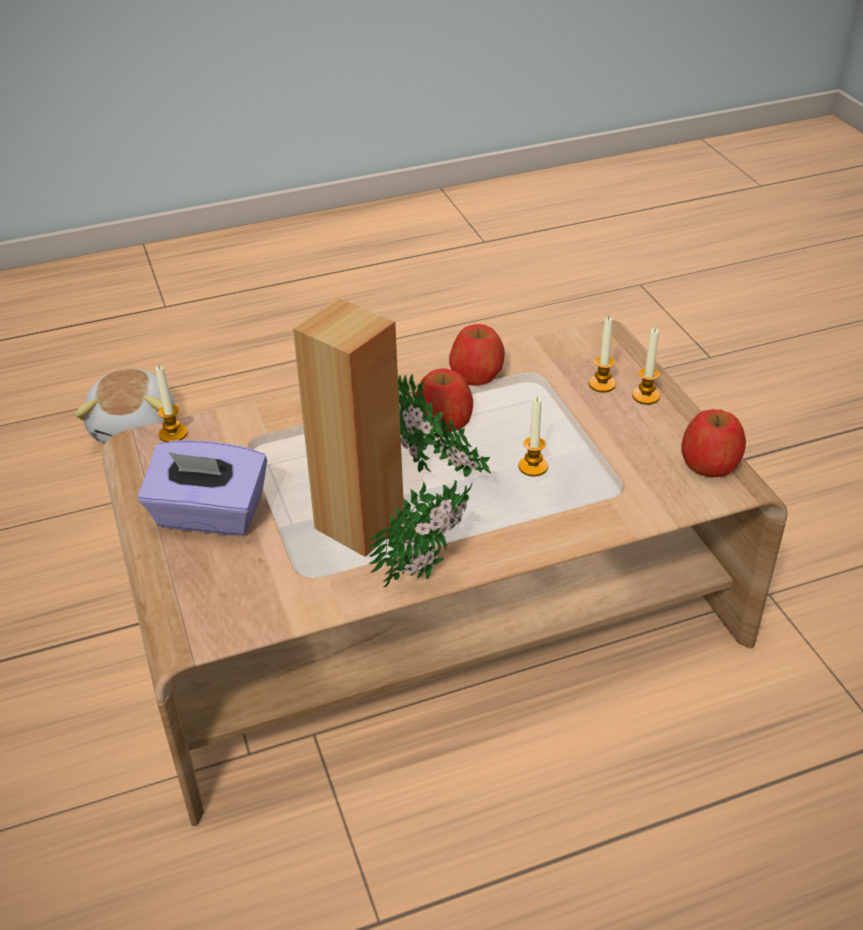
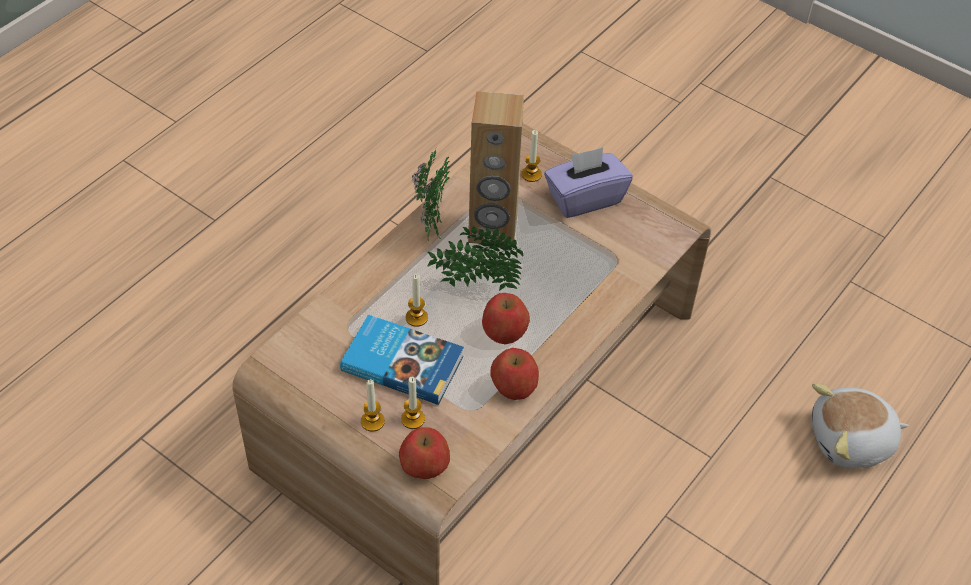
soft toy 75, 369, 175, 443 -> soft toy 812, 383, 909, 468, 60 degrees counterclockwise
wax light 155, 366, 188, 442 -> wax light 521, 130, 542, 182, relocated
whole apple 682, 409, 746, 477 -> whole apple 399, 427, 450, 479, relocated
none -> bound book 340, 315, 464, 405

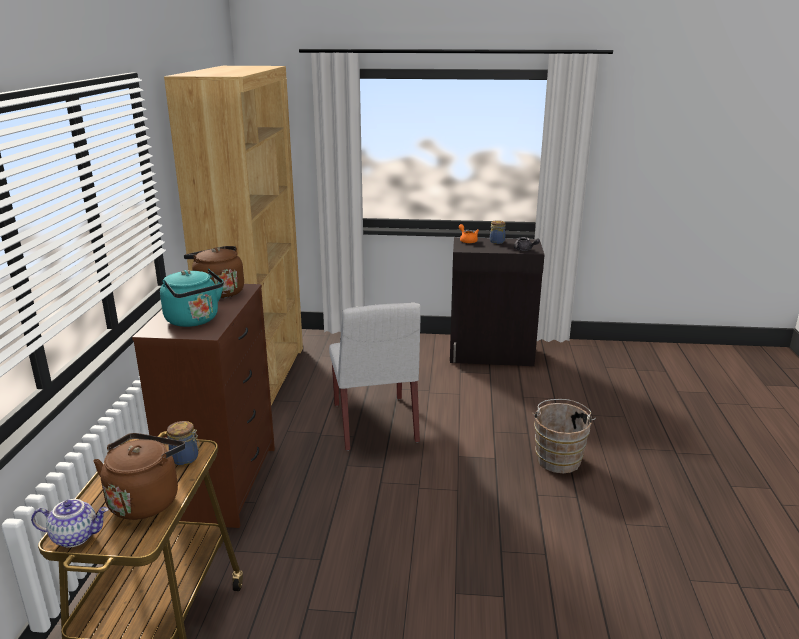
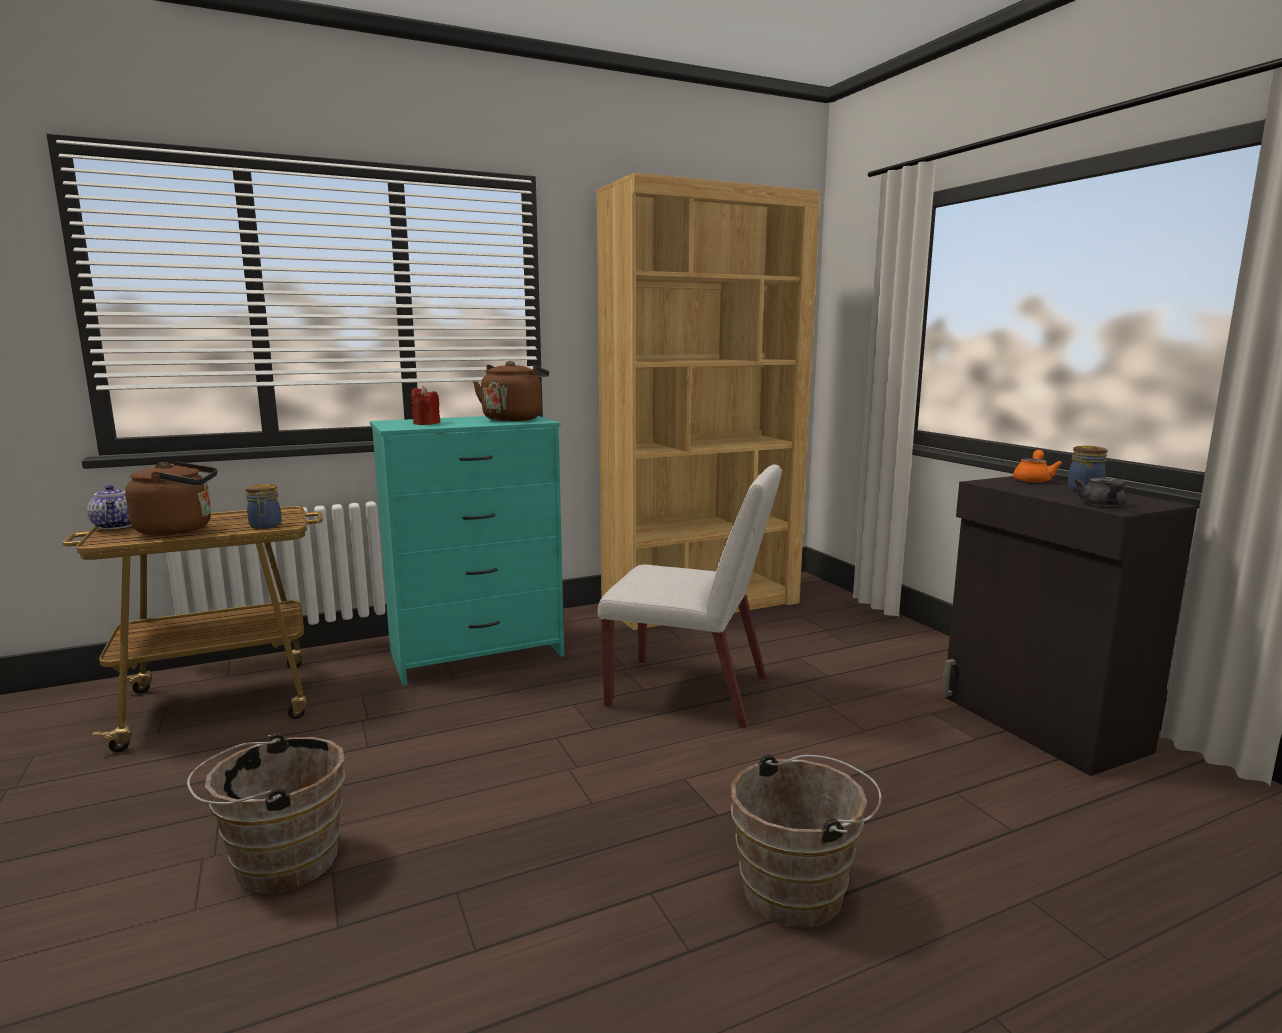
brown-coloured dresser 132, 284, 275, 528 -> turquoise-coloured dresser 370, 416, 564, 685
turquoise-coloured kettle 160, 269, 224, 327 -> red-coloured wax light 411, 386, 440, 425
whitish plain chair 329, 303, 421, 451 -> whitish plain chair 597, 465, 782, 729, 120 degrees counterclockwise
none -> brown-coloured bucket 187, 733, 345, 894

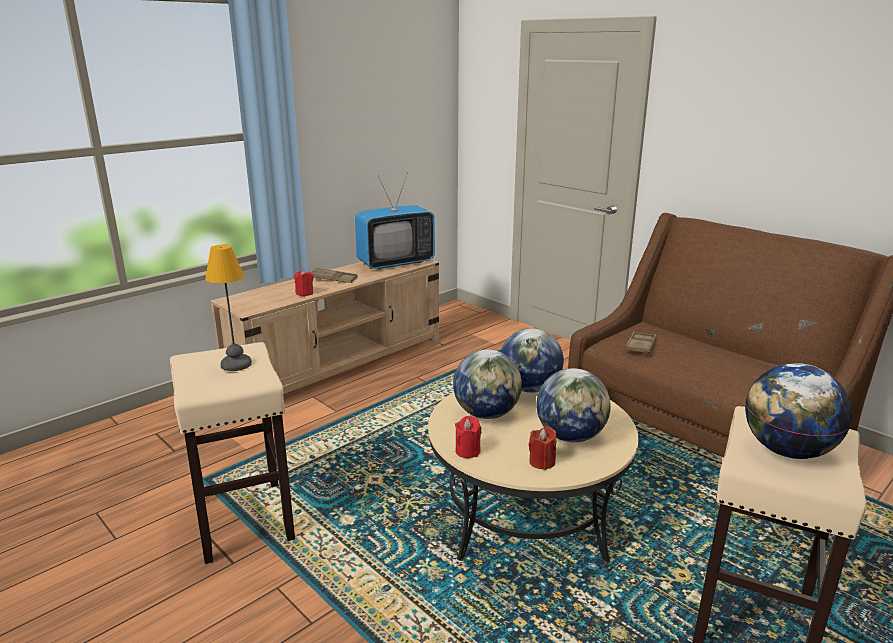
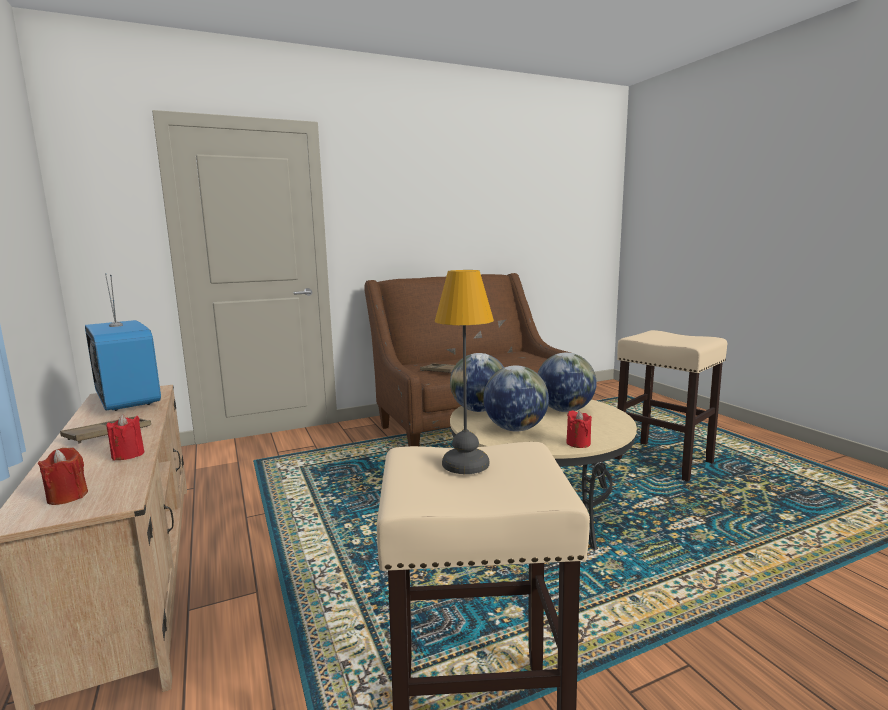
TV 355, 174, 435, 269 -> TV 85, 273, 161, 411, 150 degrees clockwise
red-coloured wax light 529, 427, 556, 470 -> red-coloured wax light 38, 448, 88, 505, relocated
desk globe 745, 363, 852, 459 -> none

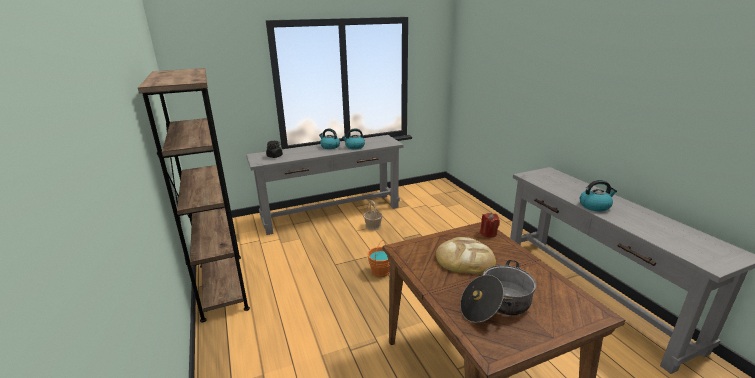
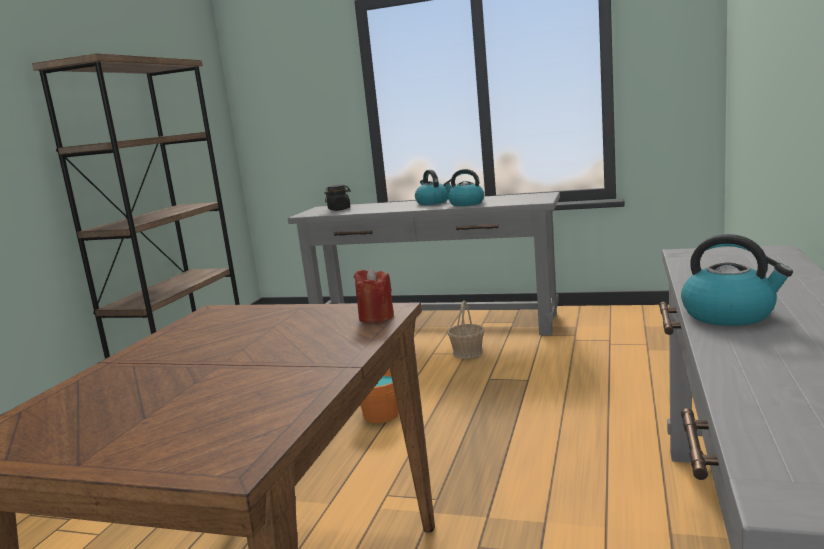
bread 436, 237, 496, 274 -> none
saucepot 460, 260, 536, 323 -> none

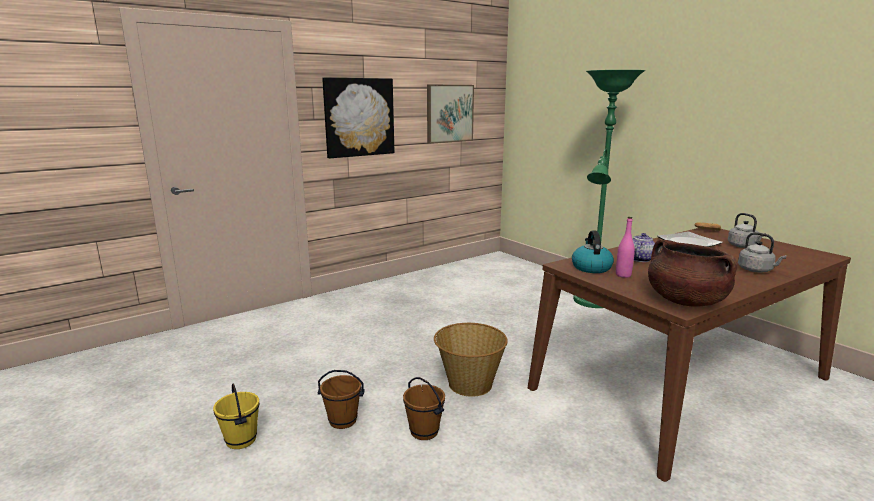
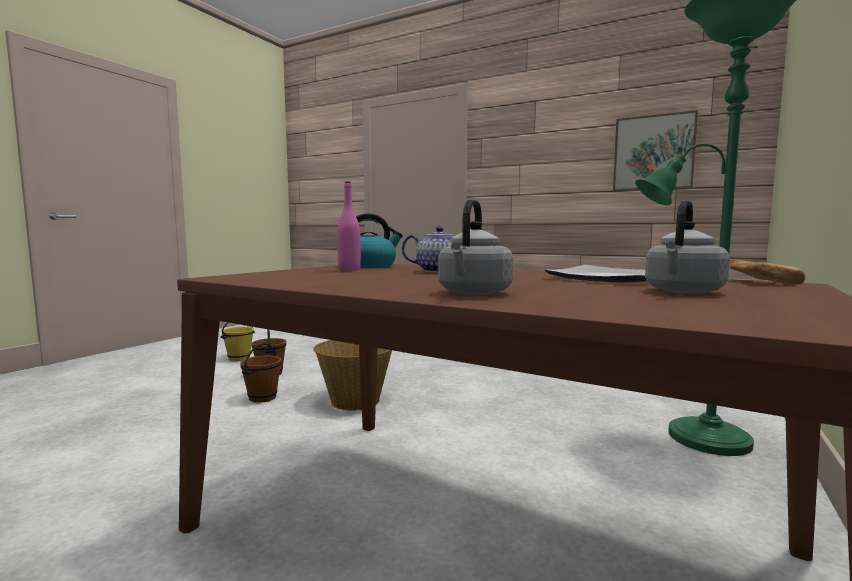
wall art 322, 77, 394, 158 -> none
brown-coloured saucepot 648, 239, 737, 307 -> none

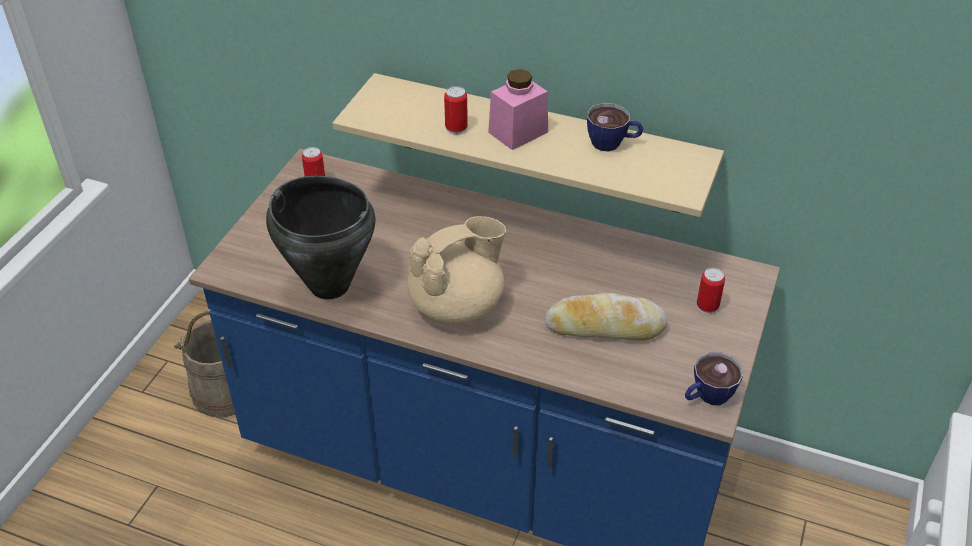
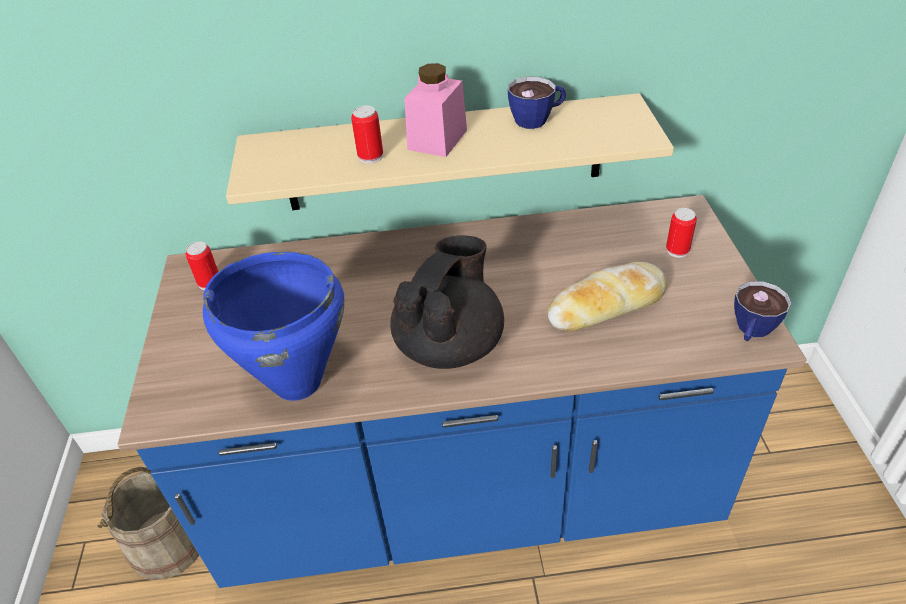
blackish saucepot 266, 176, 375, 299 -> blue-coloured saucepot 203, 251, 344, 401
beige teapot 407, 216, 506, 323 -> blackish teapot 391, 236, 504, 369

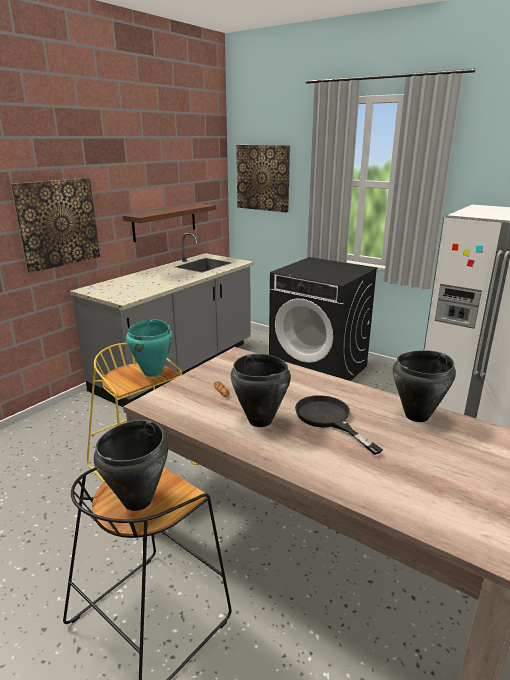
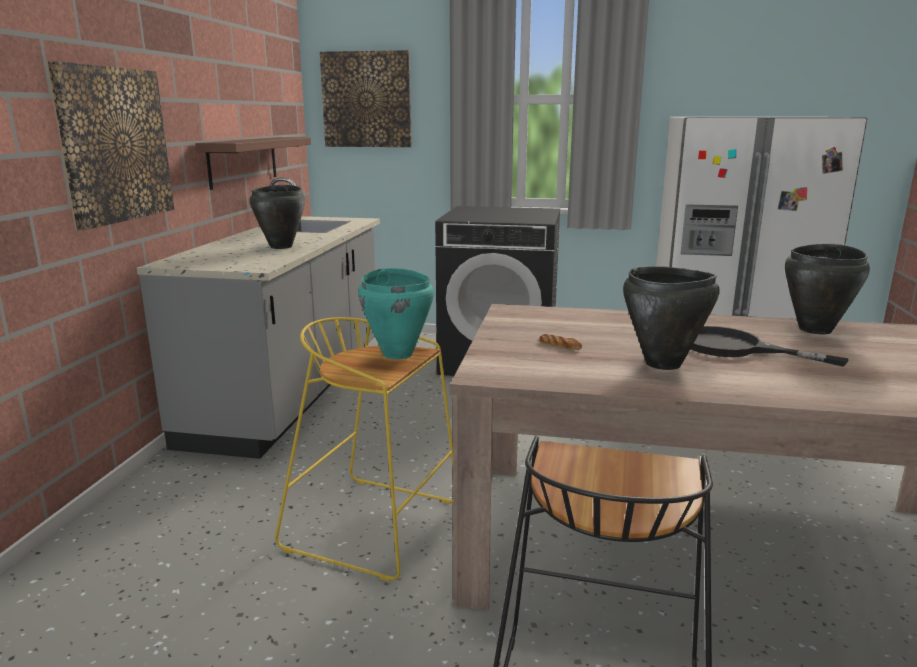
blackish saucepot 94, 420, 168, 511 -> blackish saucepot 250, 185, 305, 249, relocated

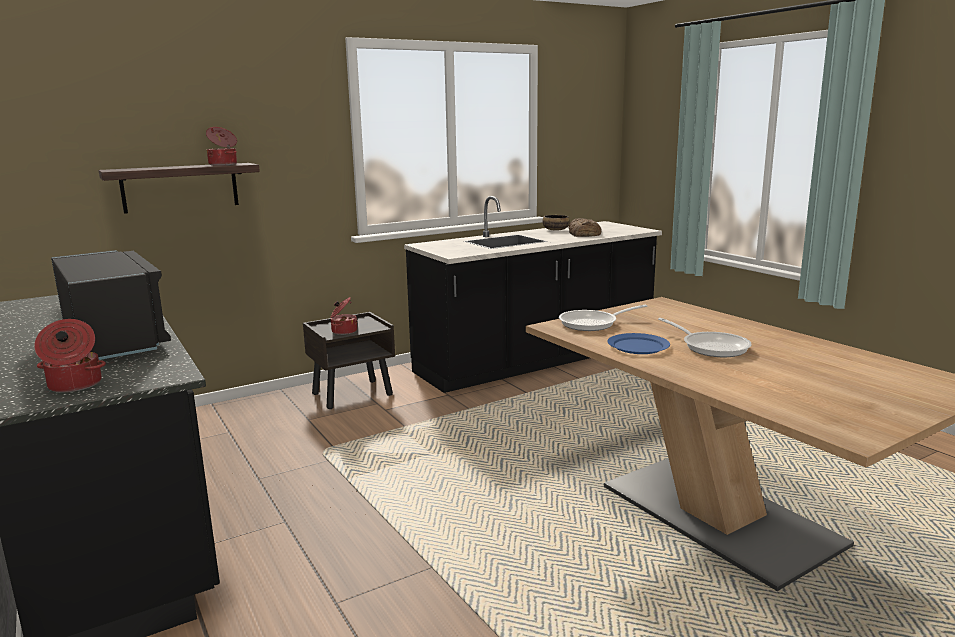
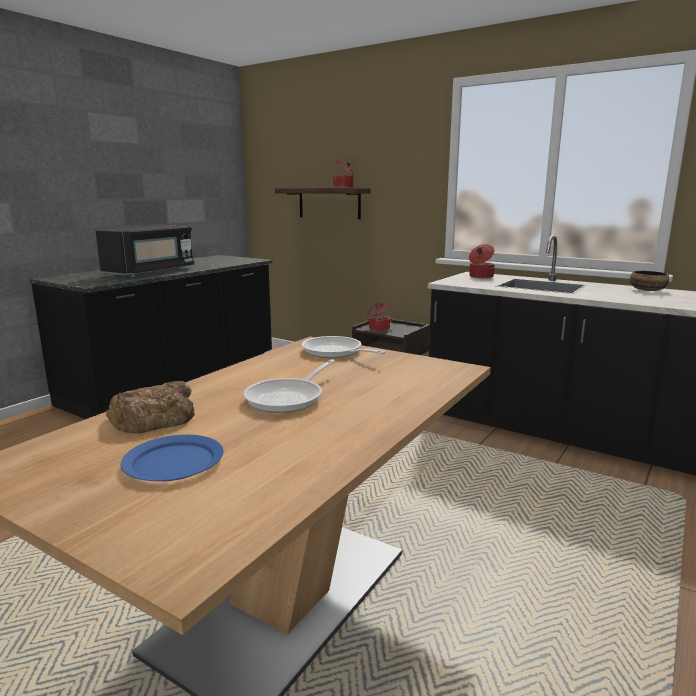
saucepot 34, 319, 106, 393 -> saucepot 469, 244, 495, 279, relocated
bread 568, 218, 601, 237 -> bread 106, 381, 195, 433, relocated
blue-coloured plate 607, 333, 670, 354 -> blue-coloured plate 121, 435, 223, 481, relocated

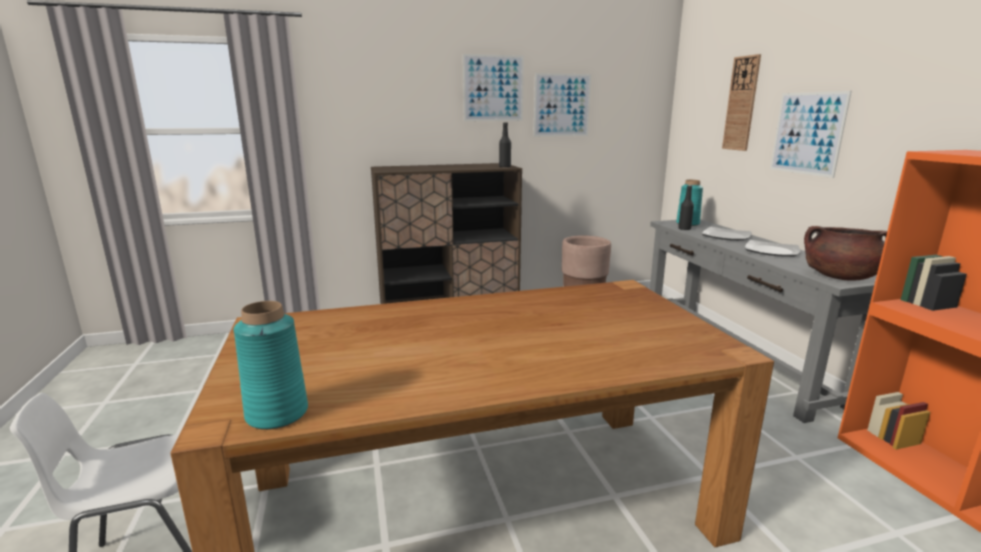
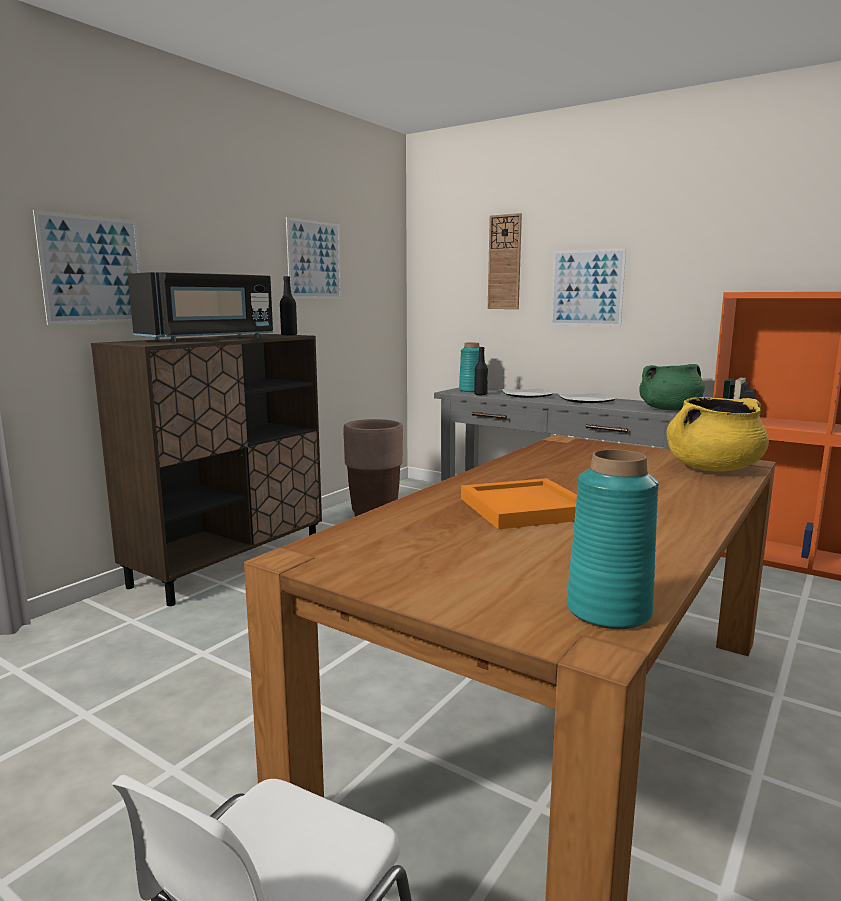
wall art 463, 54, 524, 121 -> wall art 33, 210, 141, 325, relocated
brown-coloured saucepot 804, 226, 887, 281 -> greenish saucepot 639, 364, 705, 410
none -> blackish microwave 128, 272, 273, 342
none -> orangey carrying tray 461, 478, 577, 529
none -> yellowish saucepot 667, 397, 769, 472

